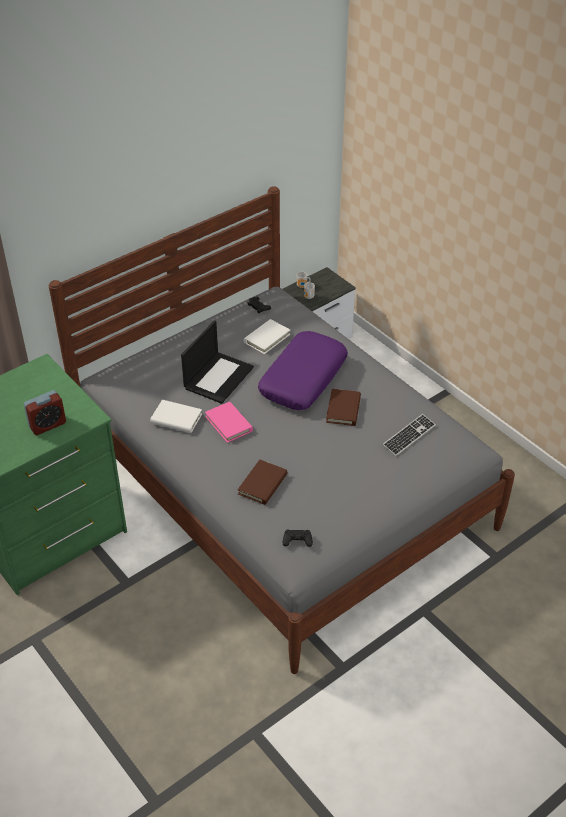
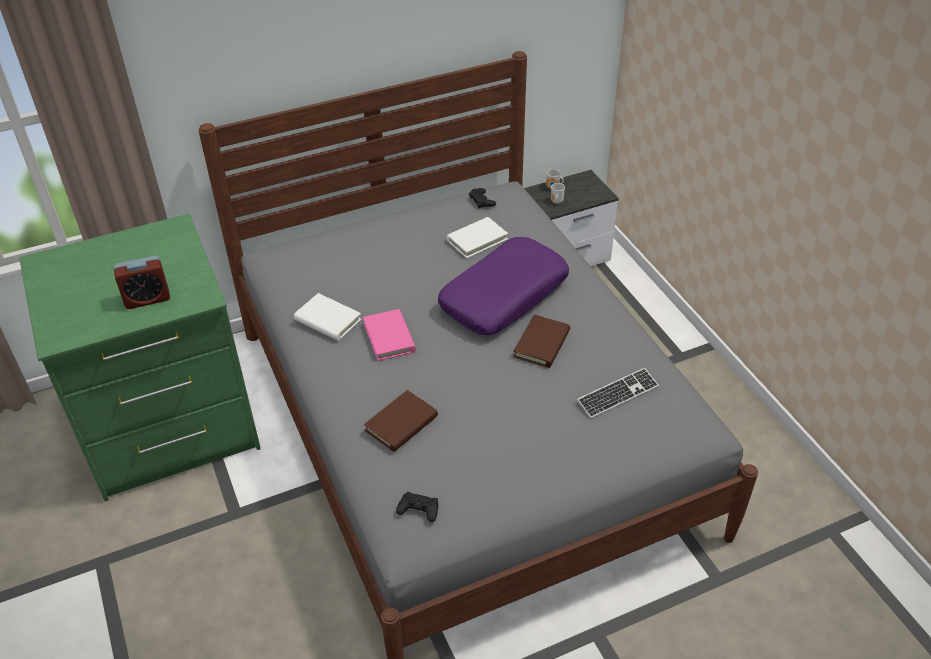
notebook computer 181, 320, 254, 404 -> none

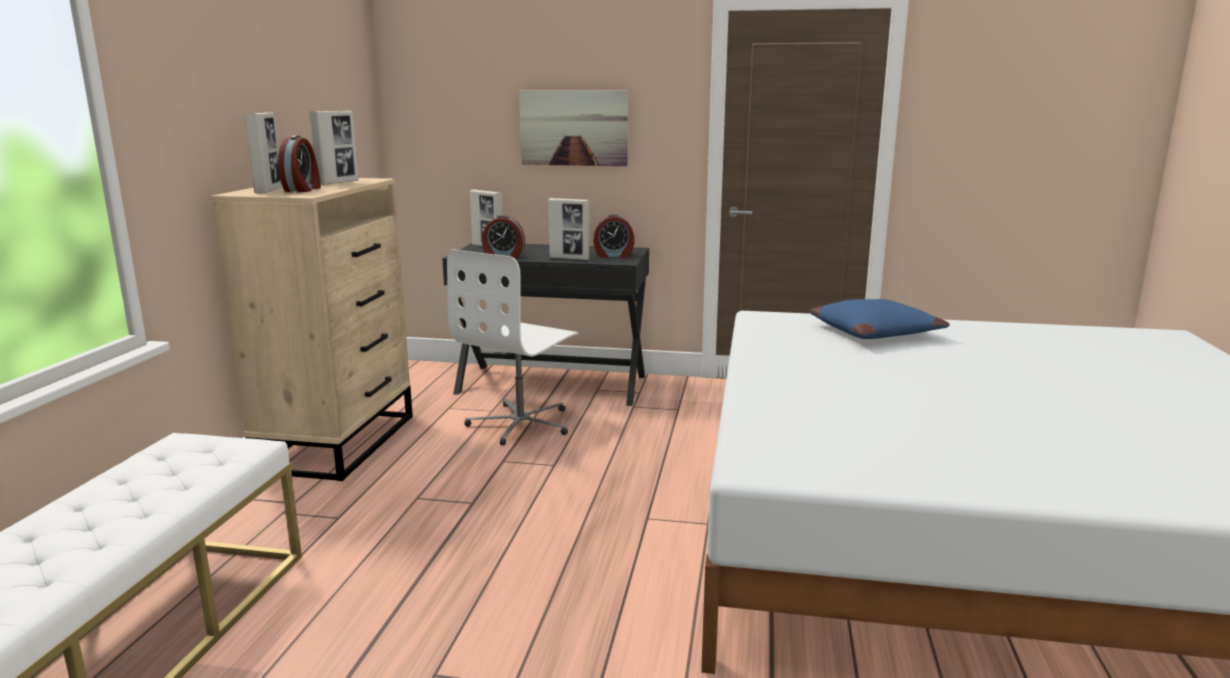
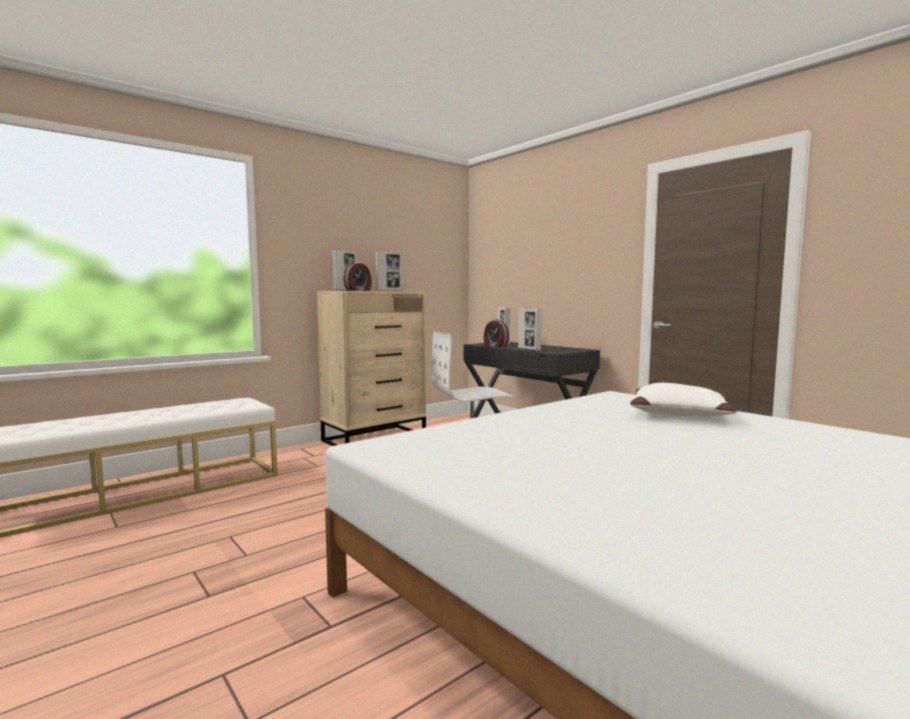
wall art 519, 90, 628, 166 -> none
alarm clock 593, 214, 634, 258 -> none
blue-coloured pillow 810, 299, 950, 339 -> whitish pillow 630, 383, 737, 417

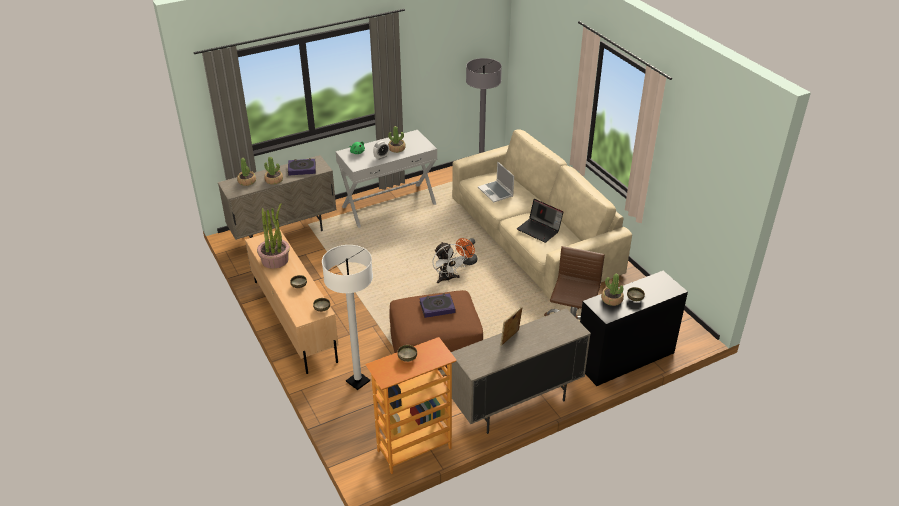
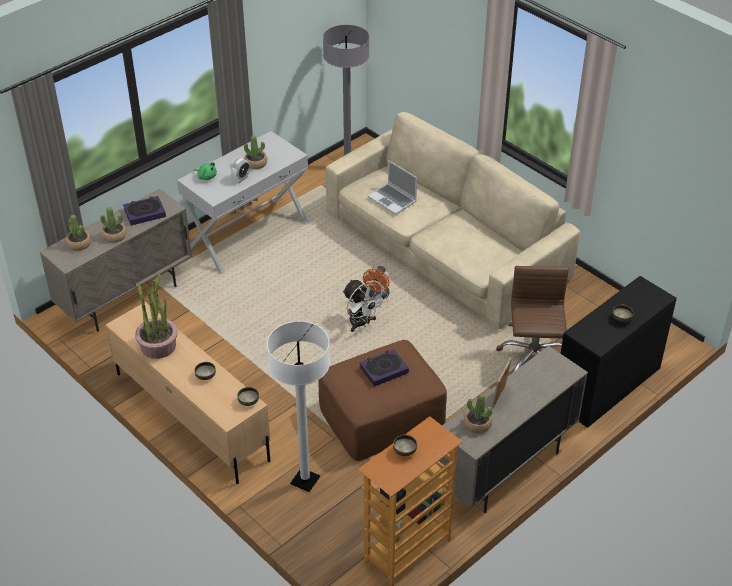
notebook computer 517, 199, 563, 243 -> none
plant in a pot 601, 274, 624, 306 -> plant in a pot 463, 394, 492, 433, relocated

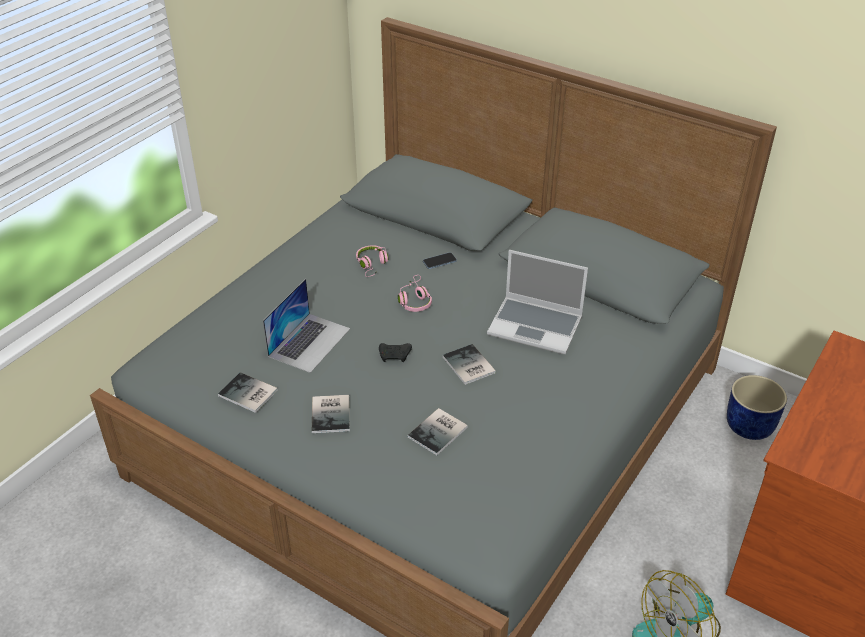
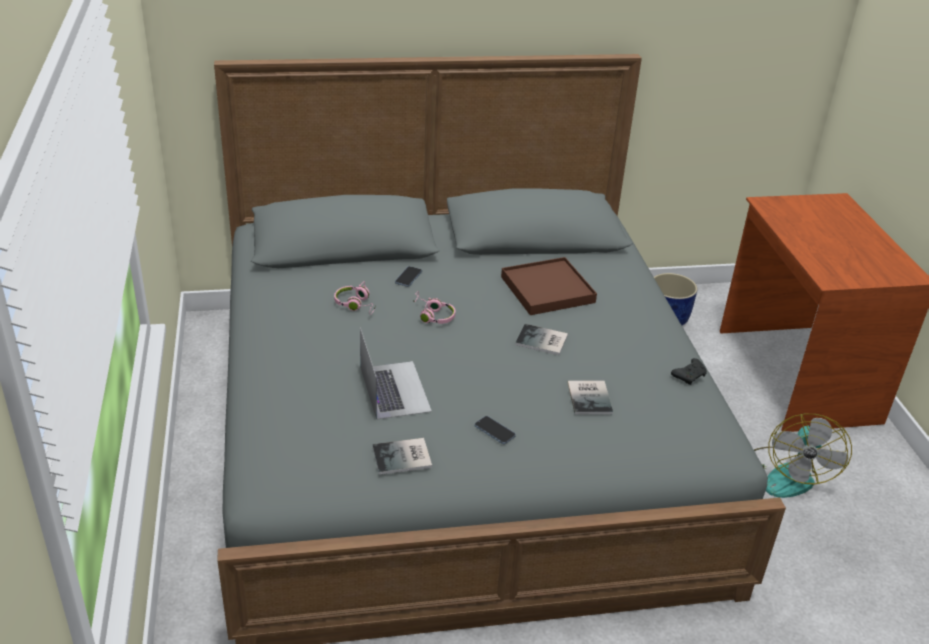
bound book 312, 395, 350, 433 -> phone 475, 416, 516, 444
blackish game controller 379, 343, 412, 362 -> blackish game controller 671, 358, 707, 385, relocated
notebook computer 487, 250, 588, 354 -> brown-coloured carrying tray 501, 257, 597, 315

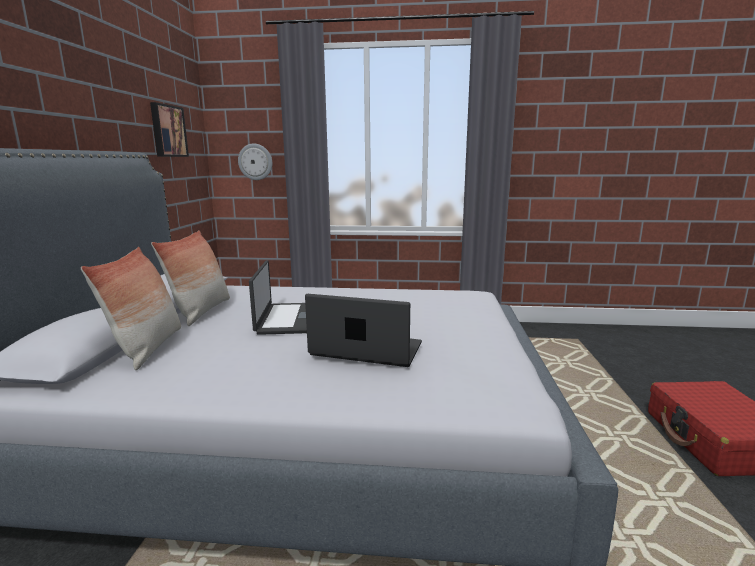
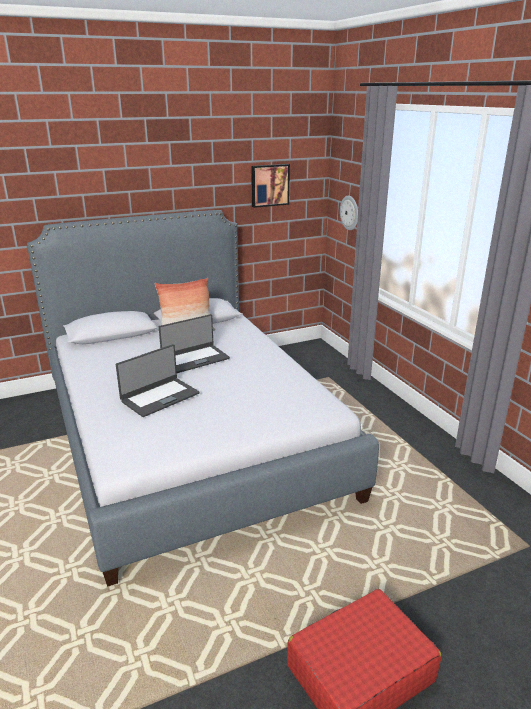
pillow 81, 247, 181, 370 -> none
notebook computer 305, 294, 422, 367 -> notebook computer 116, 344, 199, 417, 60 degrees clockwise

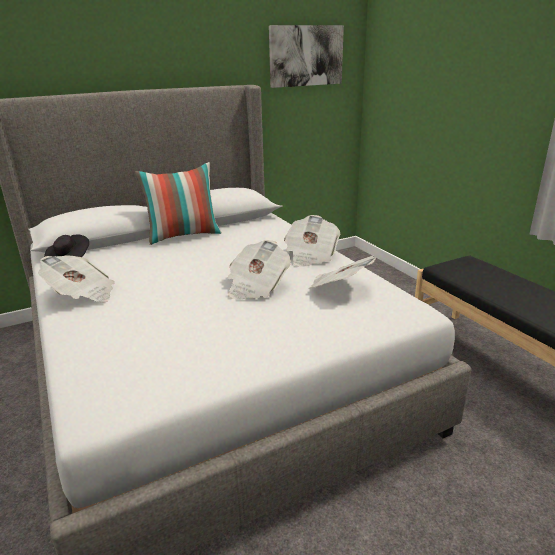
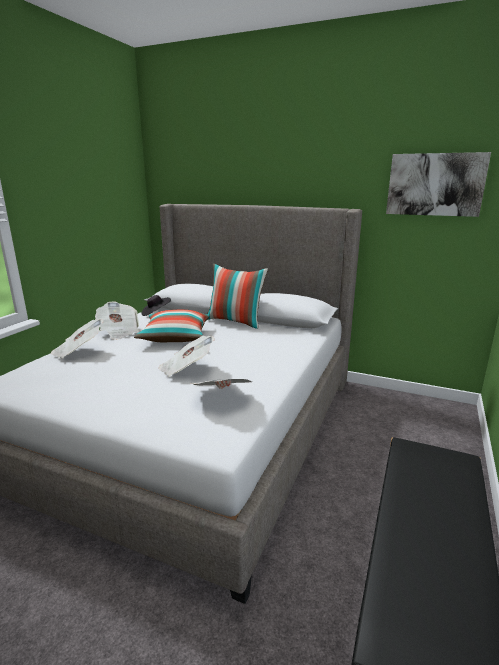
newspaper 284, 215, 340, 267 -> newspaper 51, 319, 104, 358, relocated
none -> pillow 134, 310, 210, 342

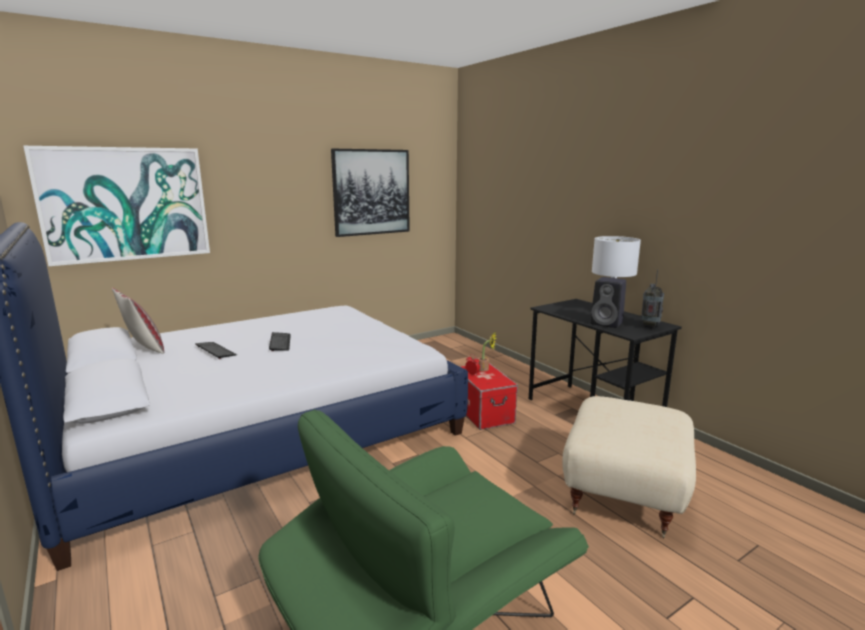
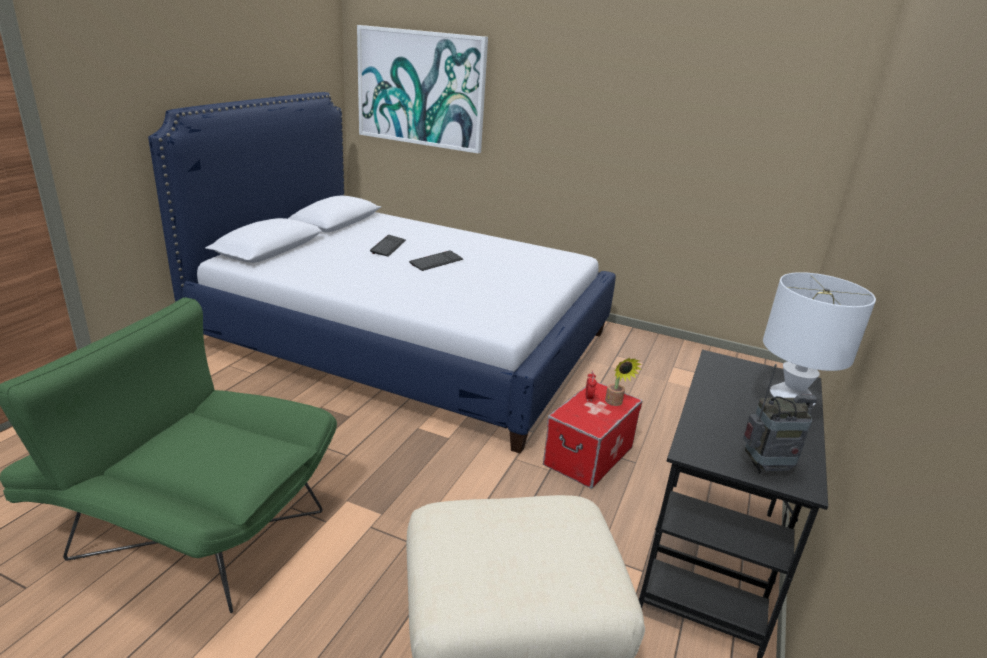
pillow 112, 288, 164, 354 -> none
wall art 331, 149, 410, 237 -> none
blackish loudspeaker 590, 277, 626, 328 -> none

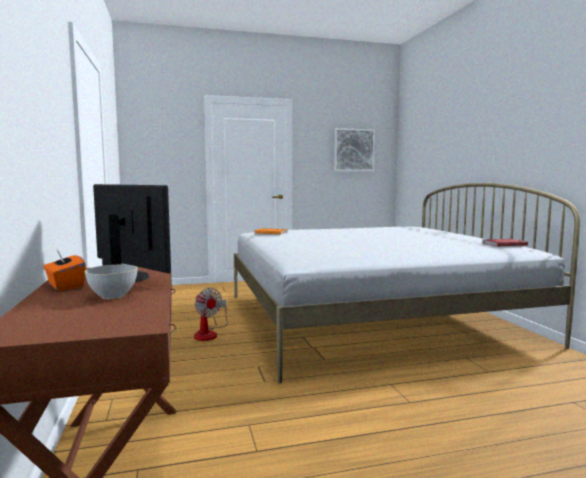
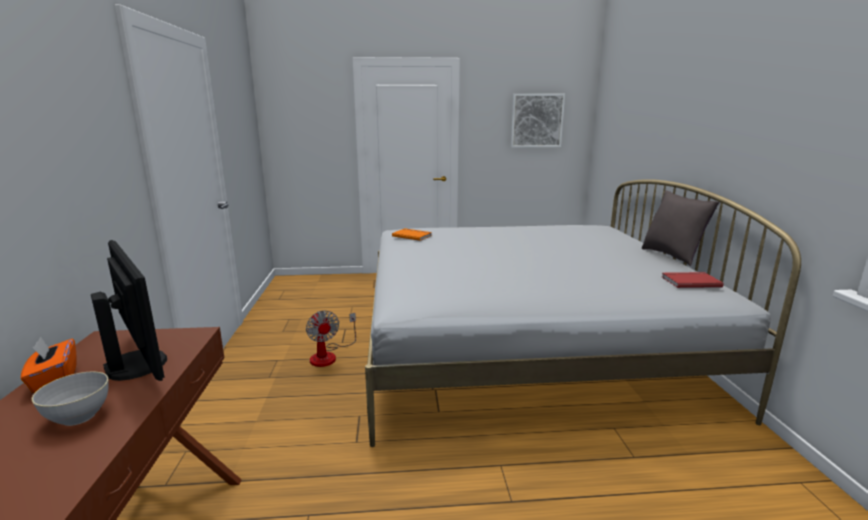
none -> greyish pillow 642, 190, 720, 266

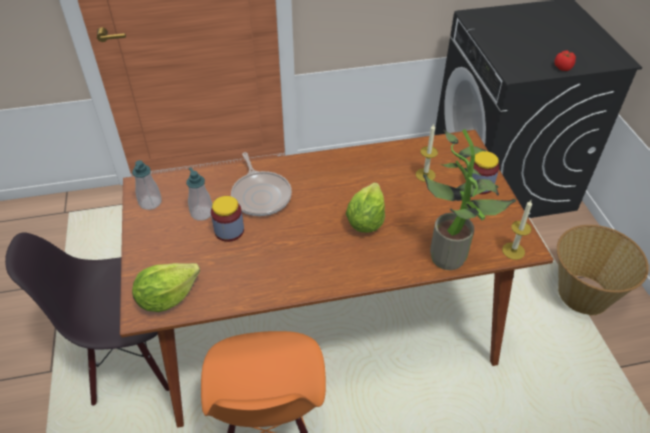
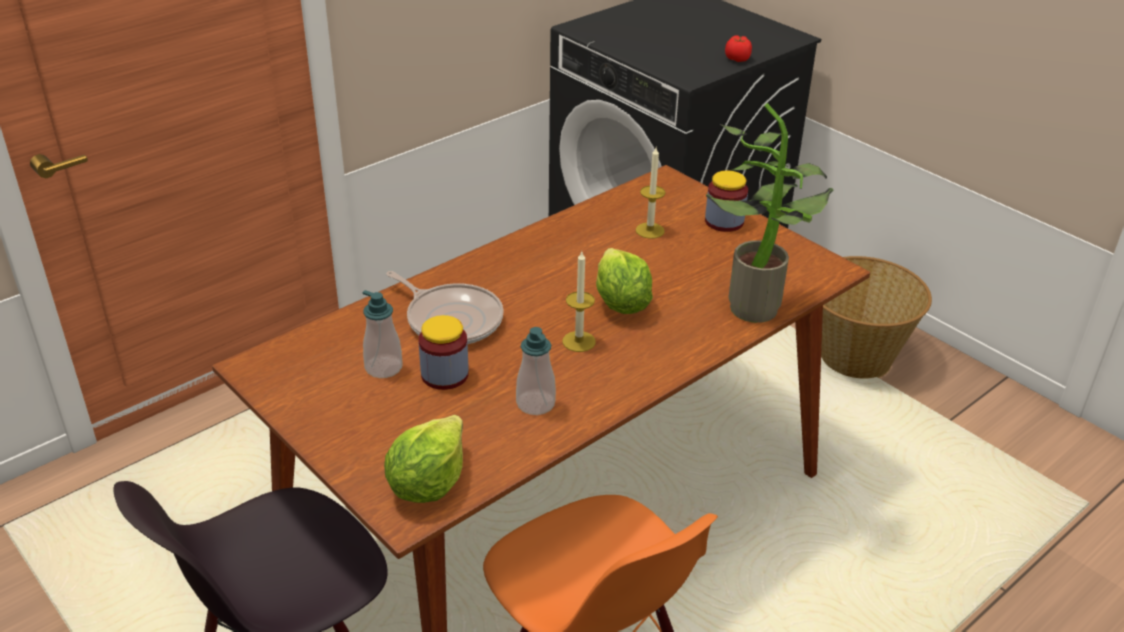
soap dispenser 132, 160, 162, 210 -> soap dispenser 516, 327, 556, 415, relocated
wax light 502, 200, 532, 260 -> wax light 563, 252, 596, 352, relocated

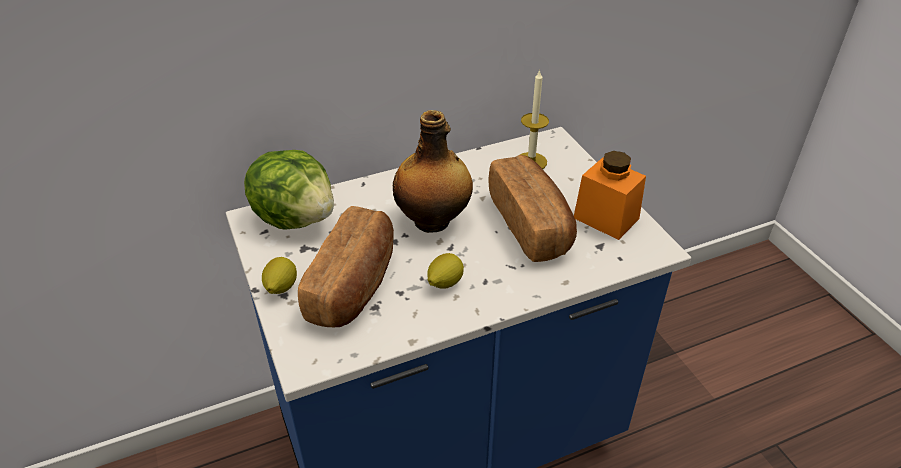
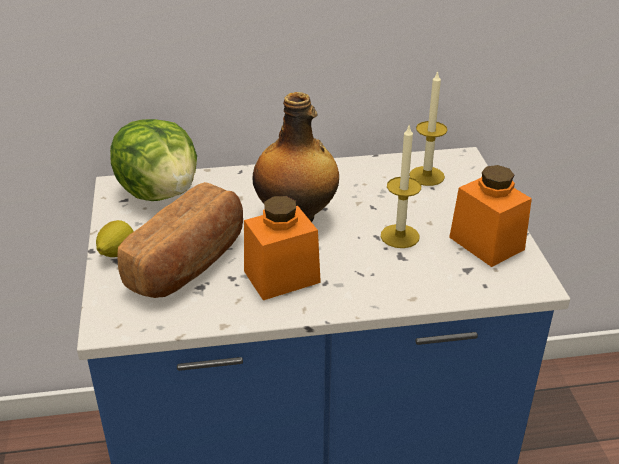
lemon 427, 253, 464, 289 -> orangey preserve jar 244, 196, 321, 300
bread 489, 155, 577, 262 -> wax light 381, 126, 421, 248

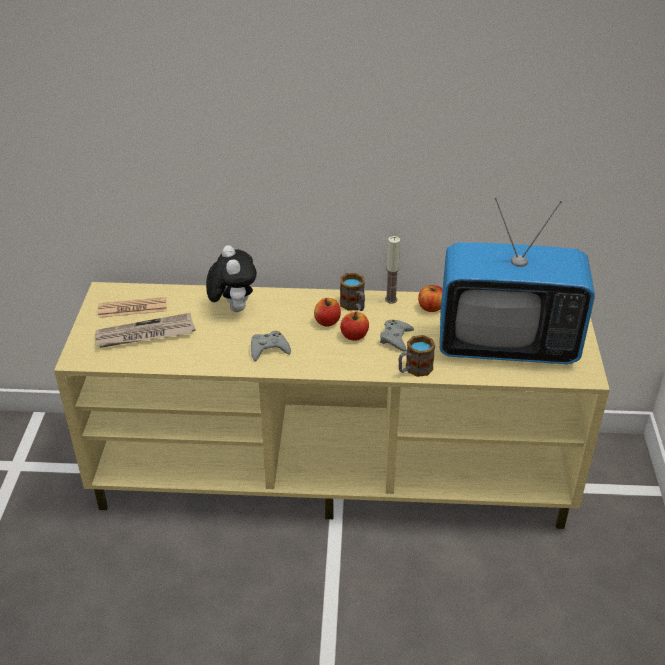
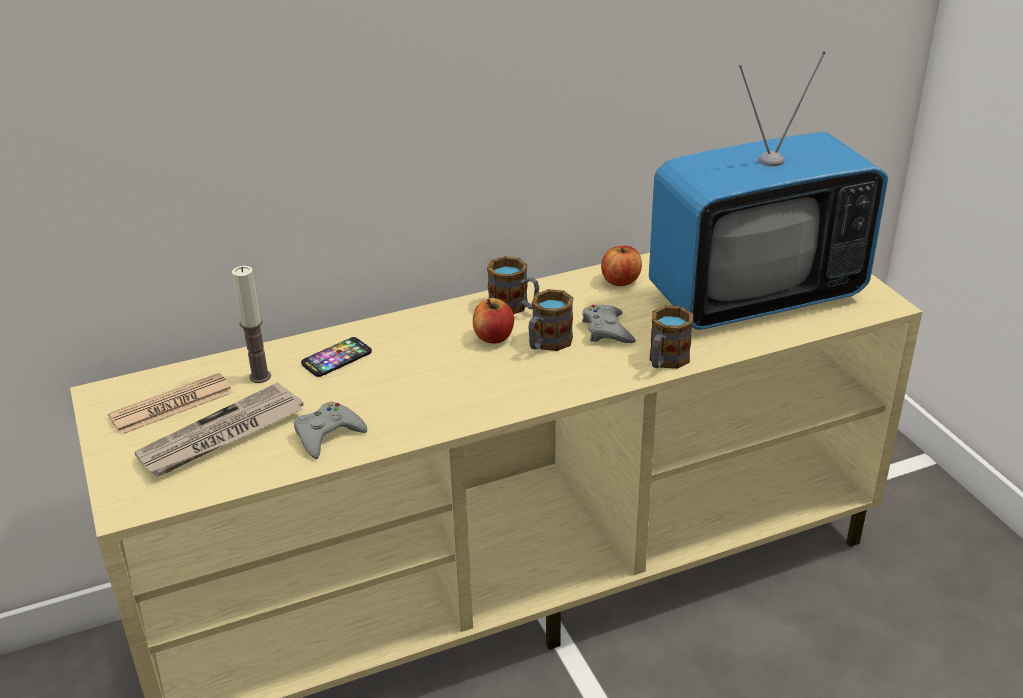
soft toy 206, 245, 257, 312 -> phone 301, 337, 372, 377
greyish game controller 251, 331, 291, 361 -> greyish game controller 294, 402, 367, 459, relocated
whole apple 340, 312, 369, 341 -> mug 528, 289, 573, 351
wax light 385, 236, 400, 304 -> wax light 232, 266, 271, 383, relocated

